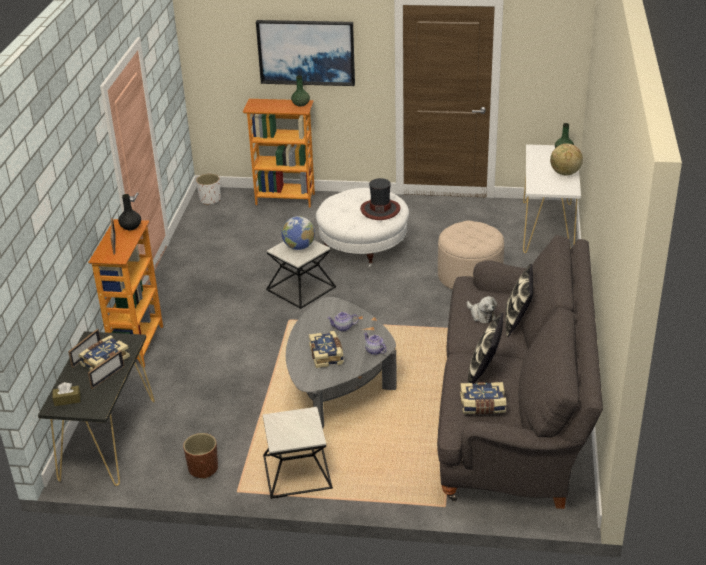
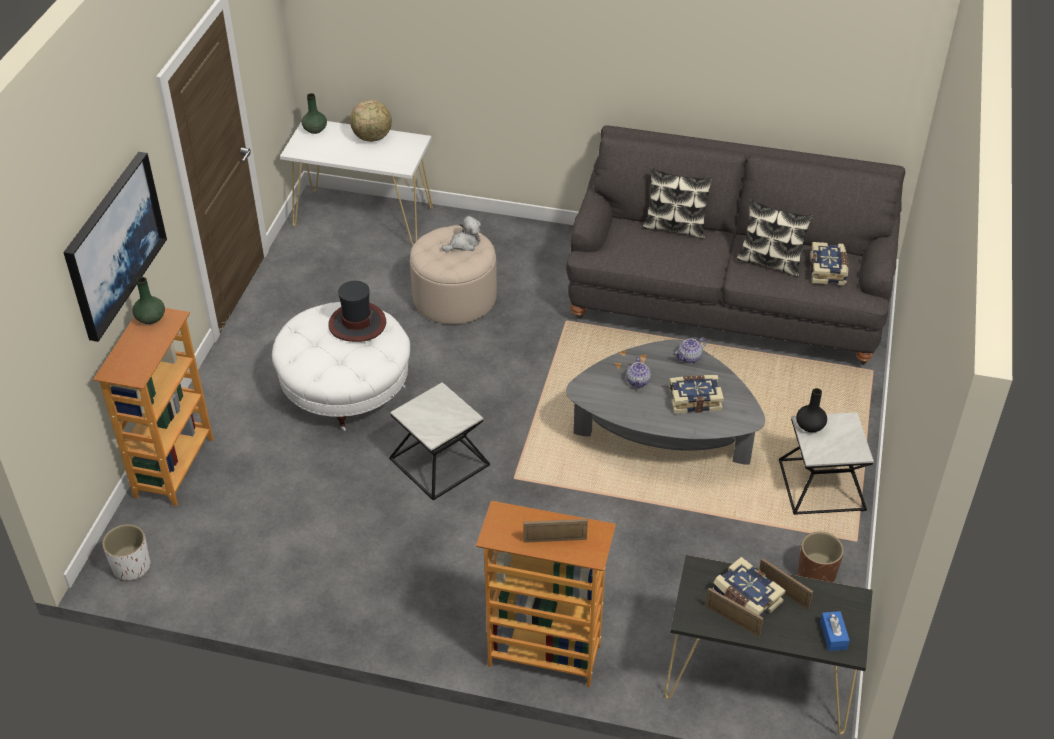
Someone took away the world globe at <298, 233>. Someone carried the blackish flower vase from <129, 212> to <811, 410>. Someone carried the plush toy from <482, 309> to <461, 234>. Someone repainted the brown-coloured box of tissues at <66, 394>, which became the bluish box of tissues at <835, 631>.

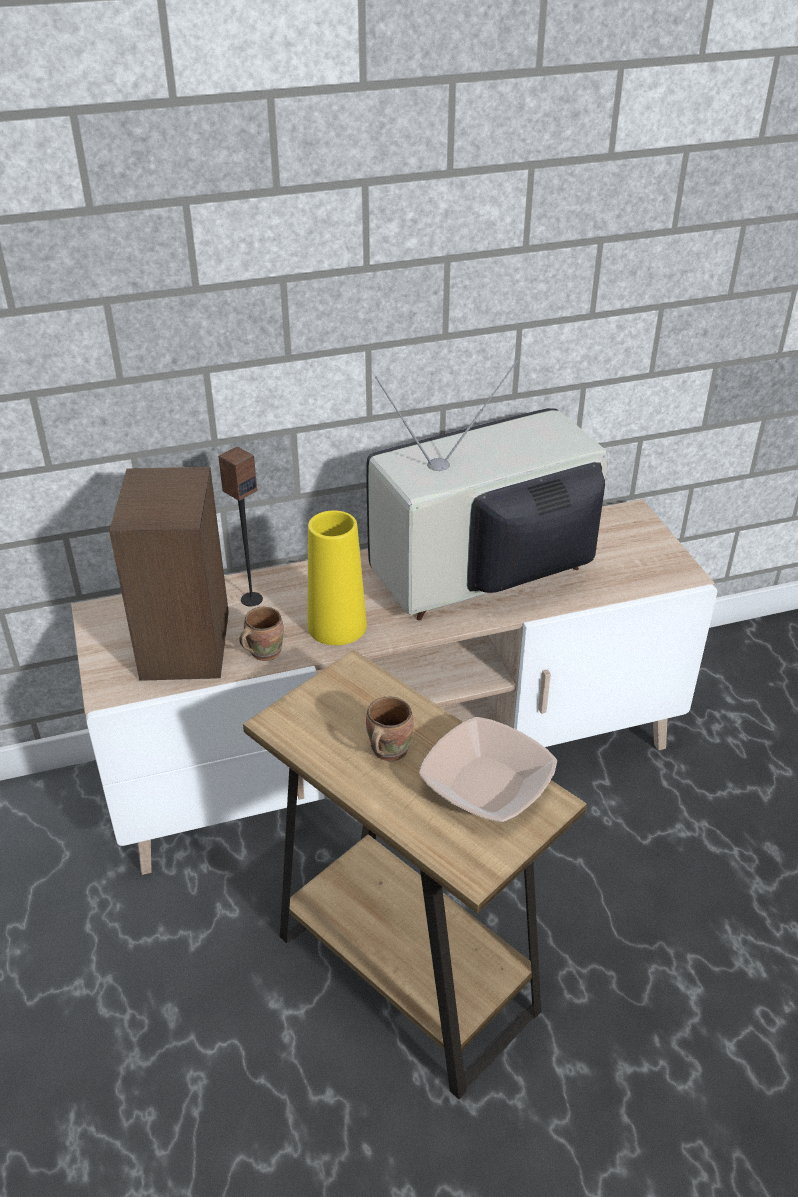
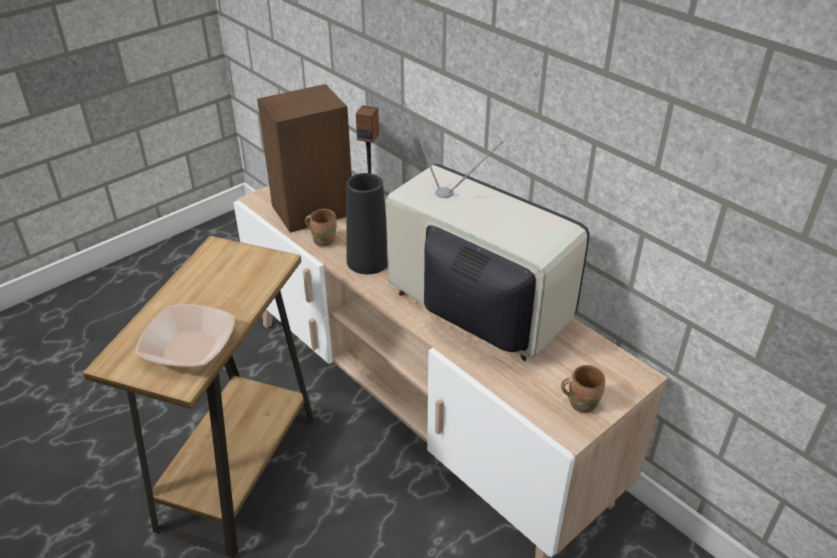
Someone carried the brown-coloured mug from <390, 729> to <583, 389>. Someone repainted the yellow-coloured flower vase at <337, 577>, which became the blackish flower vase at <367, 223>.

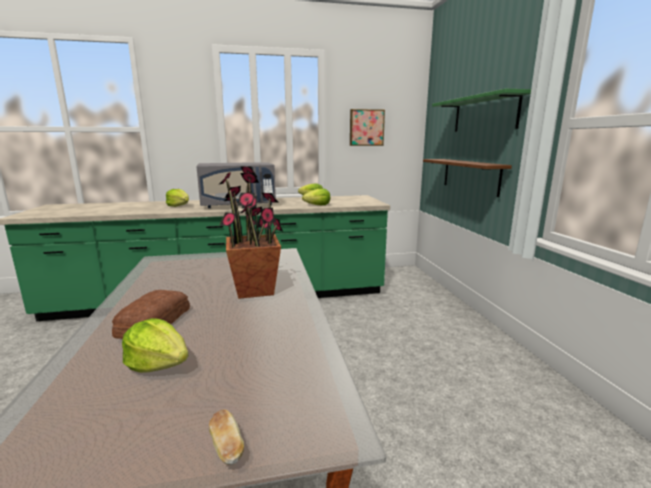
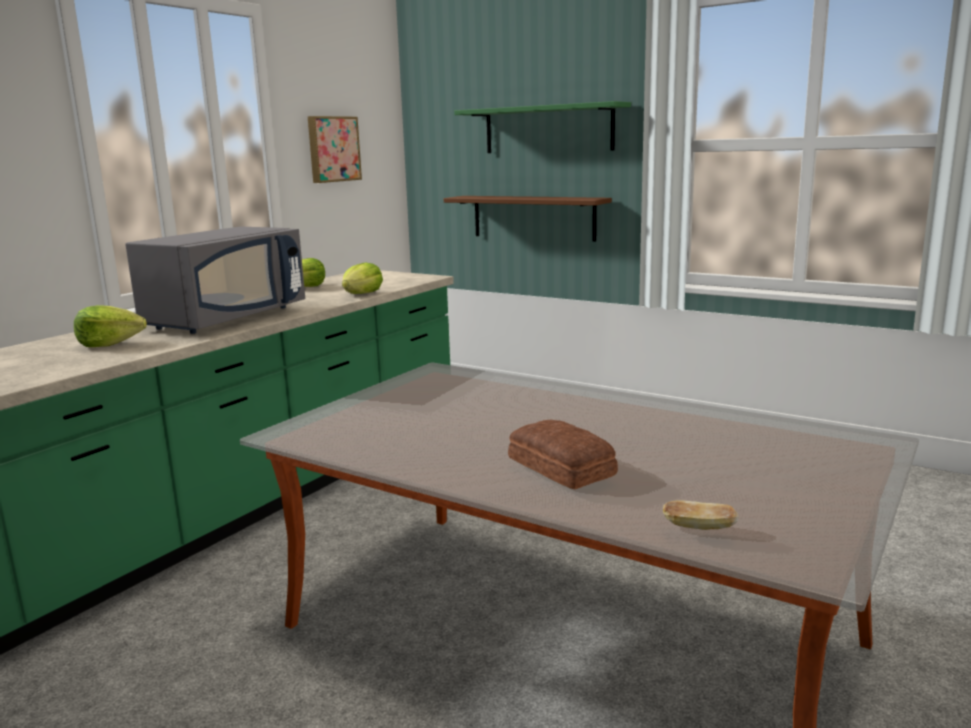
Someone took away the lettuce at <155, 345>. Someone took away the potted plant at <251, 232>. Someone carried the bread from <226, 437> to <701, 515>.

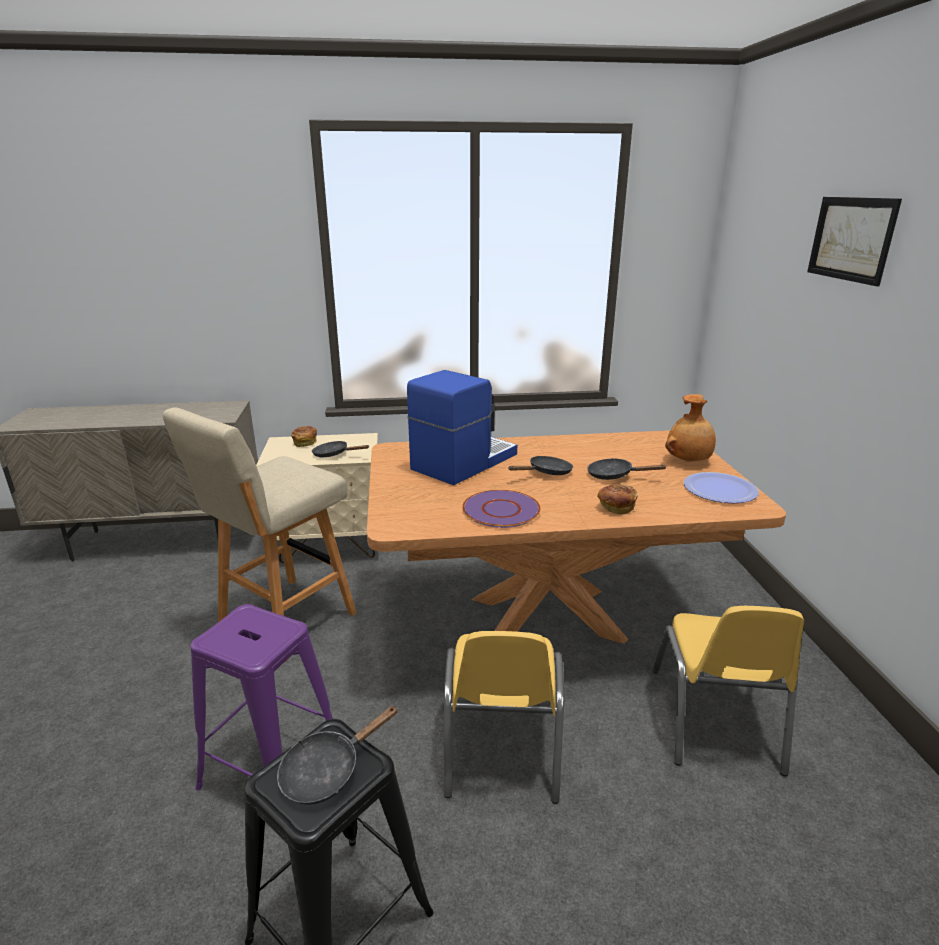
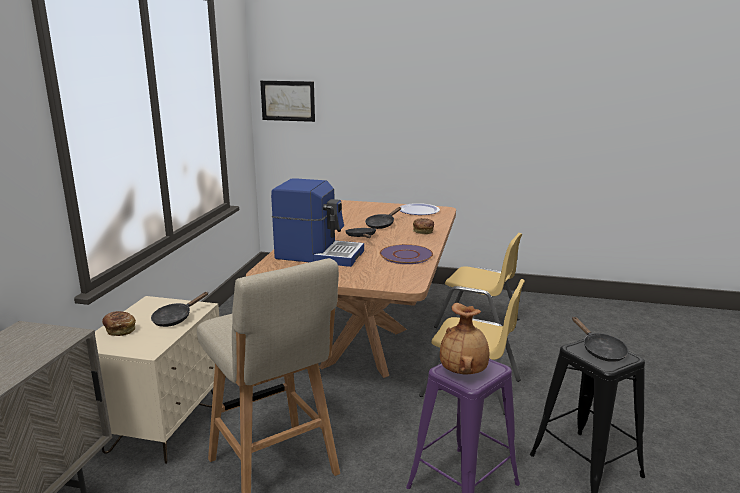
Someone carried the brown-coloured flower vase from <690, 428> to <464, 338>. Someone carried the wall picture from <854, 241> to <287, 101>. Someone rotated the coffee machine at <462, 427> by 135 degrees clockwise.

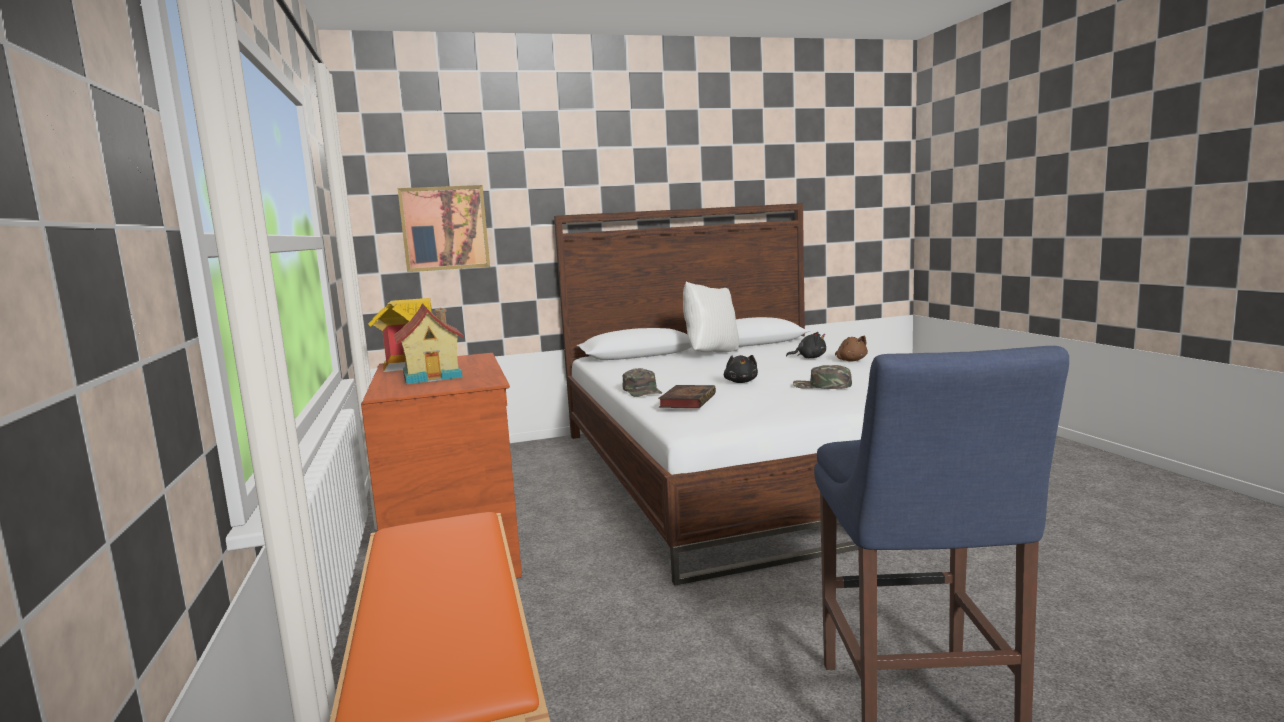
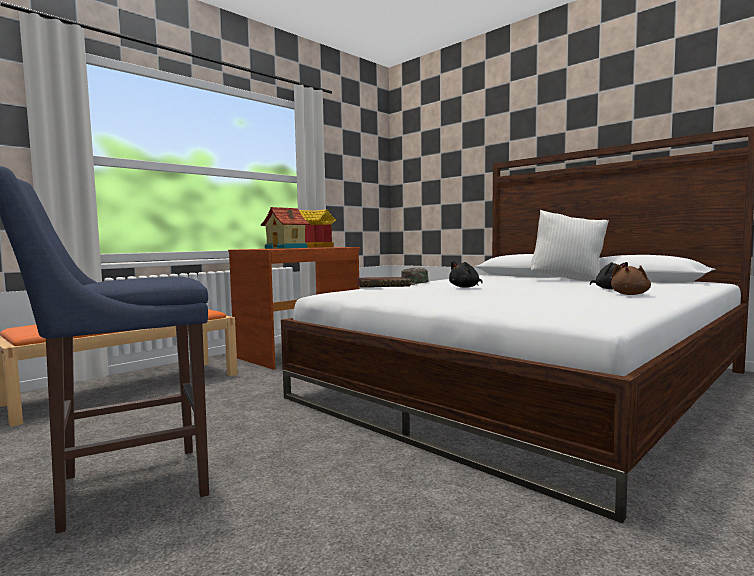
Someone took away the wall picture at <444, 228>. Someone took away the green peaked cap at <822, 377>.

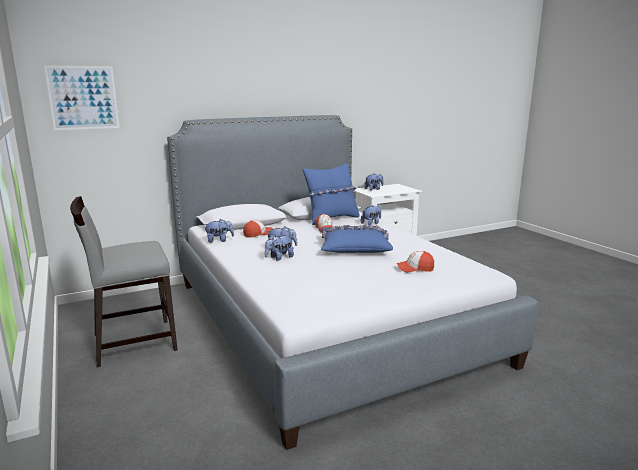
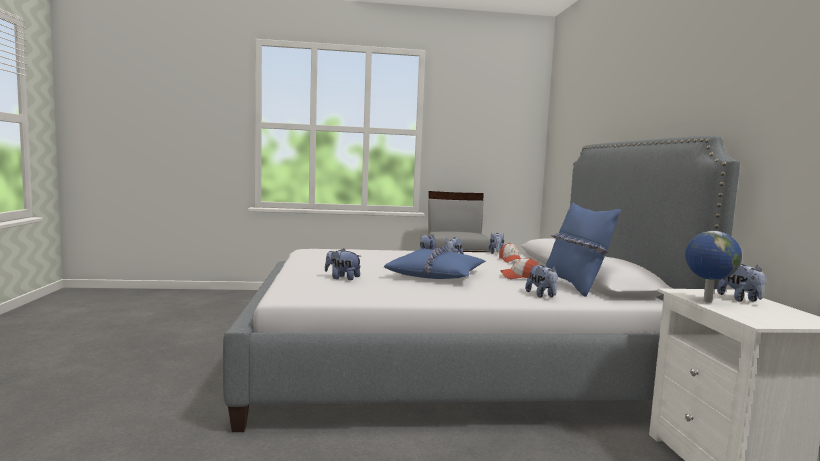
Someone took away the wall picture at <82, 97>. Someone put down the world globe at <713, 267>. Someone swapped the peaked cap at <415, 262> for the plush toy at <343, 264>.

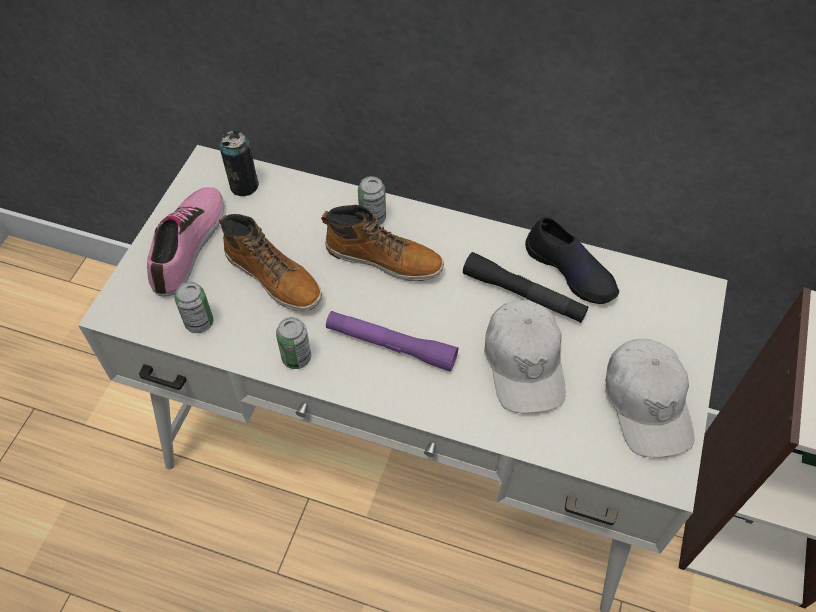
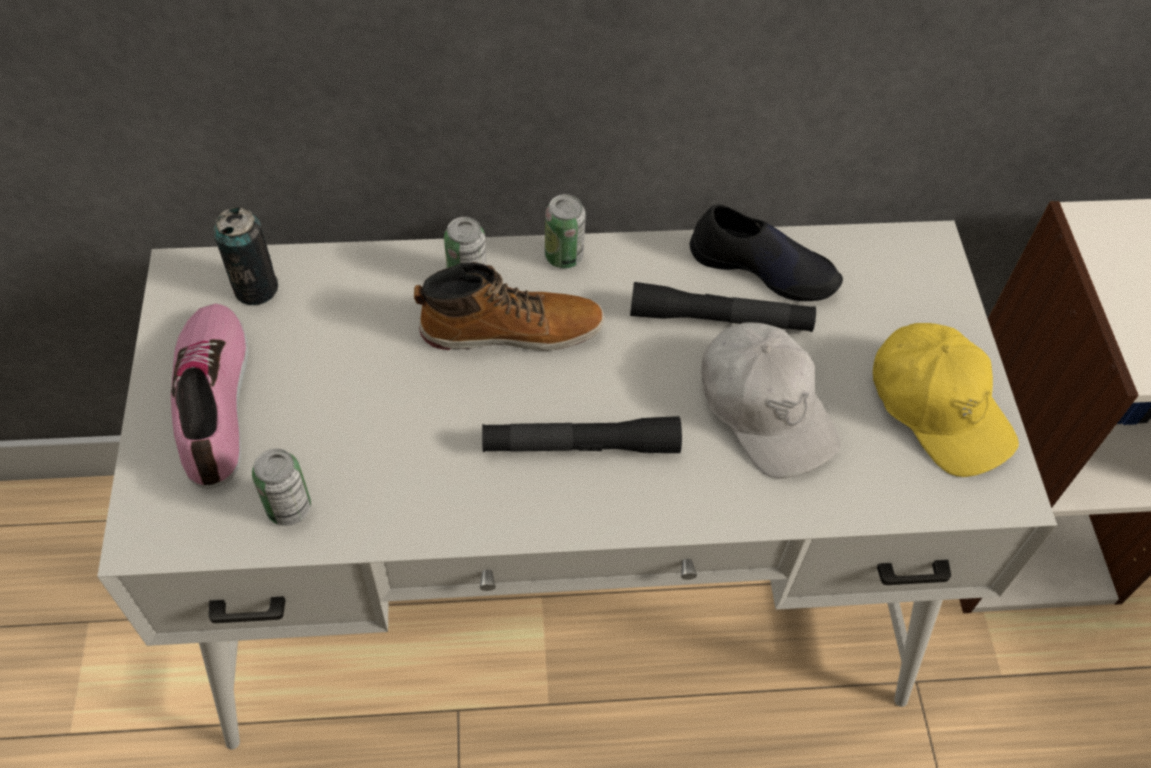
Someone took away the boot at <270, 262>. Someone carried the can from <293, 343> to <565, 231>. Someone repainted the purple-coloured flashlight at <392, 341>, which became the blackish flashlight at <582, 434>. Someone repainted the white peaked cap at <650, 398>, which became the yellow-coloured peaked cap at <946, 400>.

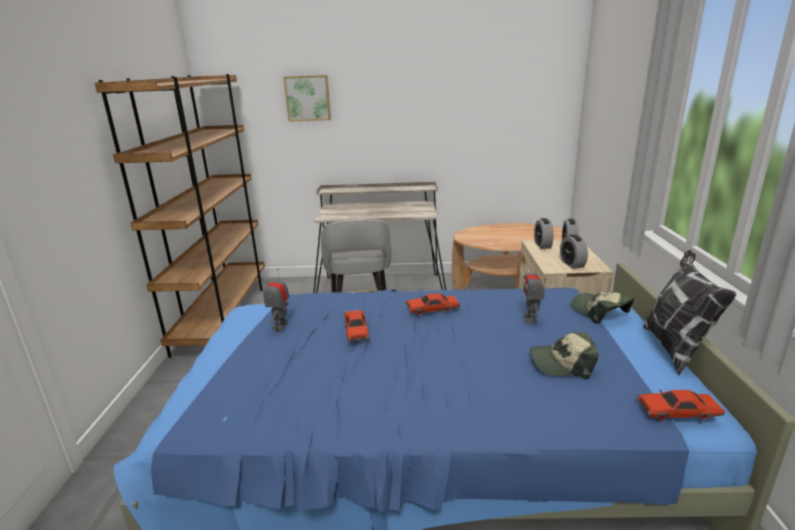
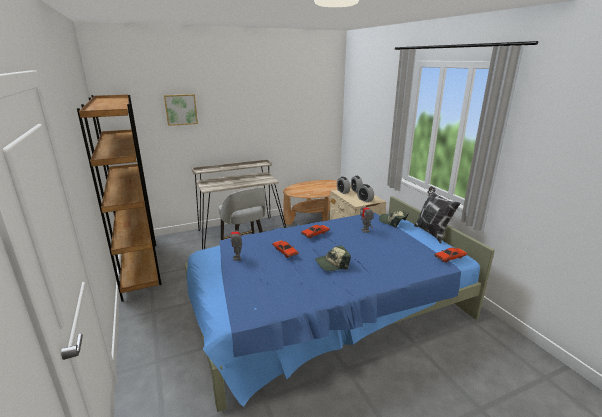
Someone carried the peaked cap from <564, 355> to <333, 258>.

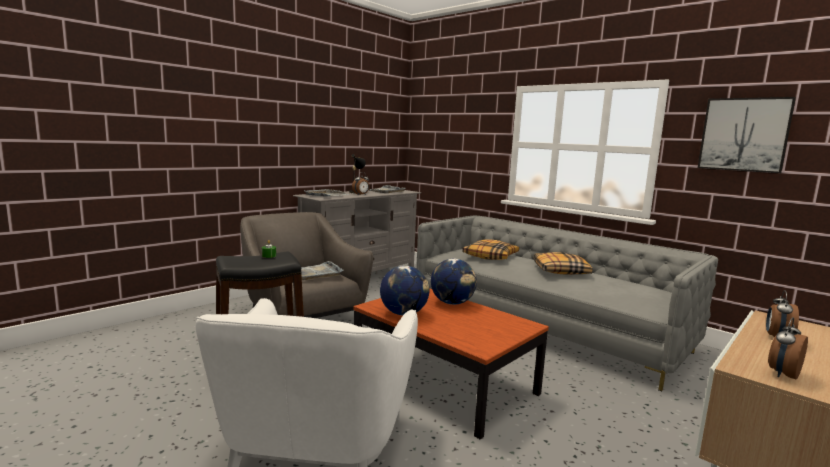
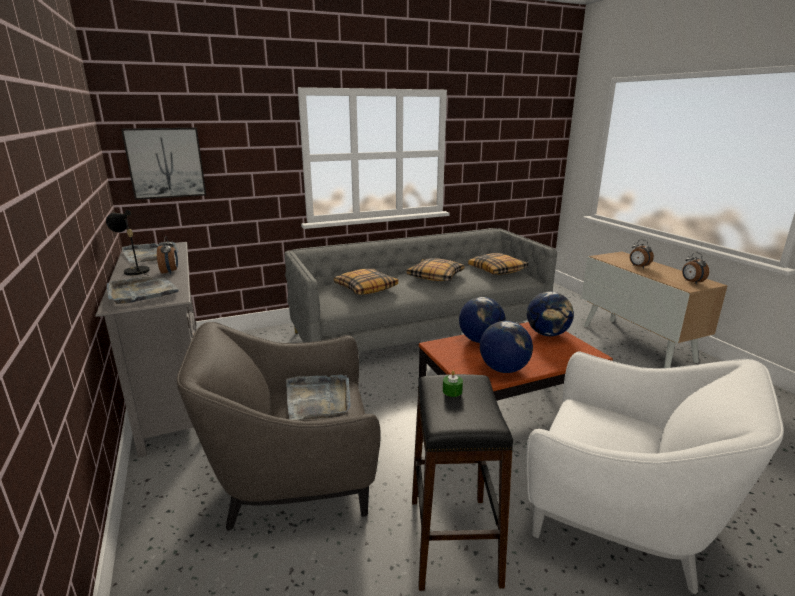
Someone put down the throw pillow at <498, 264>. Someone put down the world globe at <550, 313>. Someone carried the wall picture from <747, 135> to <163, 164>.

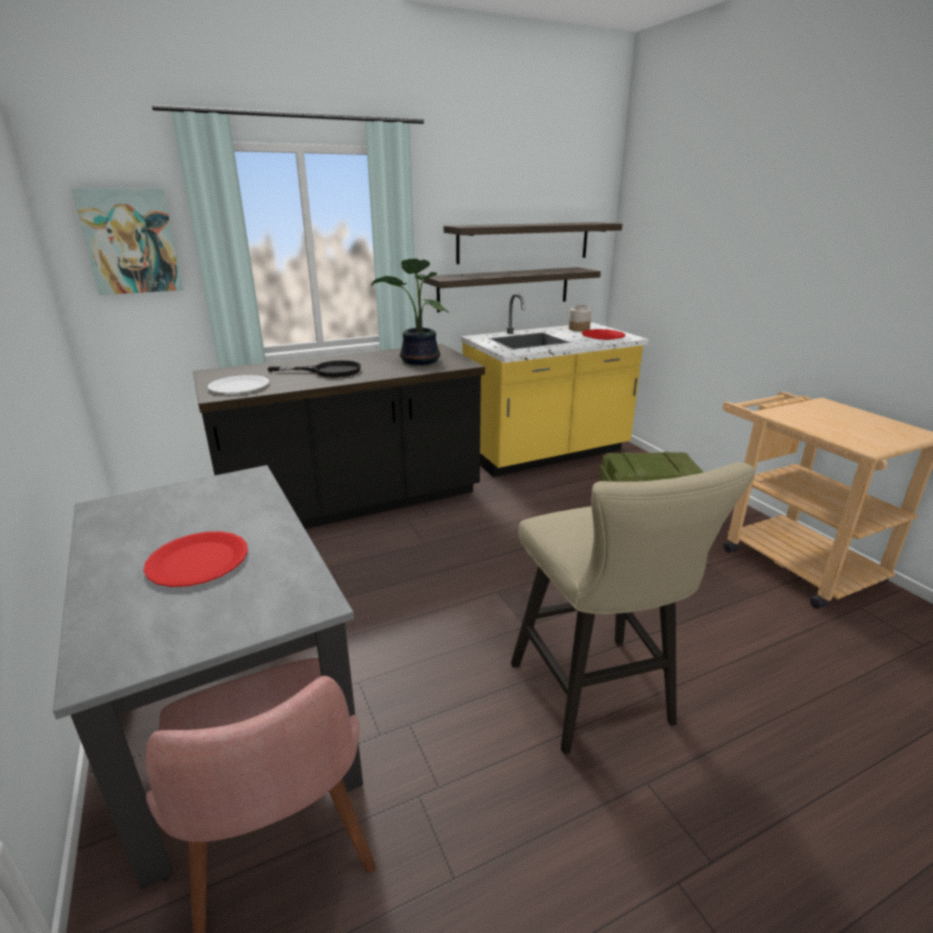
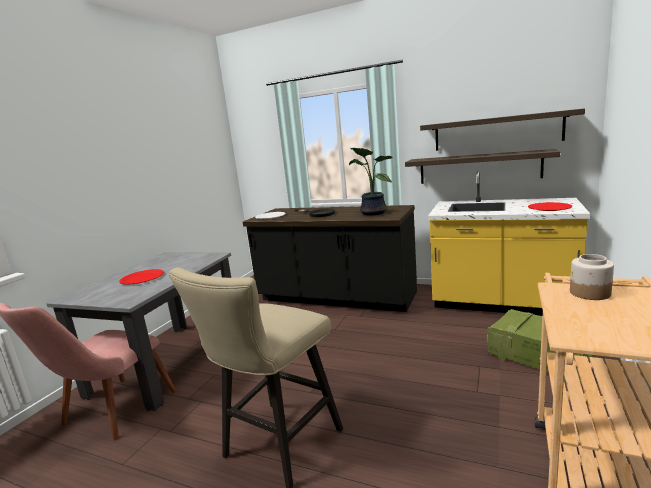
Someone took away the wall picture at <127, 241>. Someone carried the storage jar from <580, 318> to <592, 277>.

